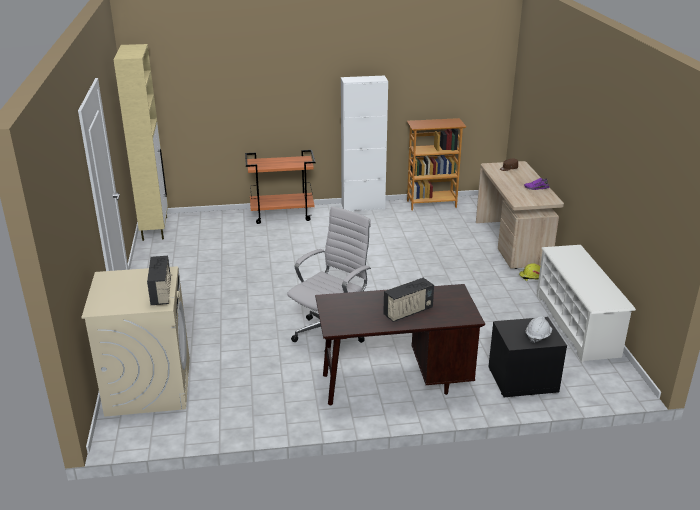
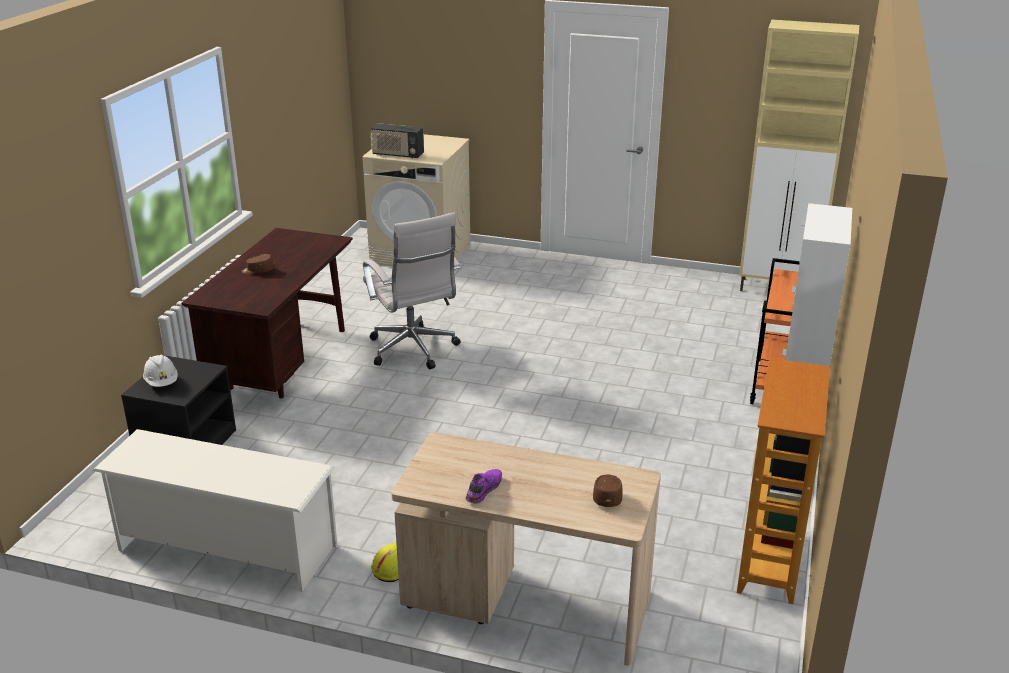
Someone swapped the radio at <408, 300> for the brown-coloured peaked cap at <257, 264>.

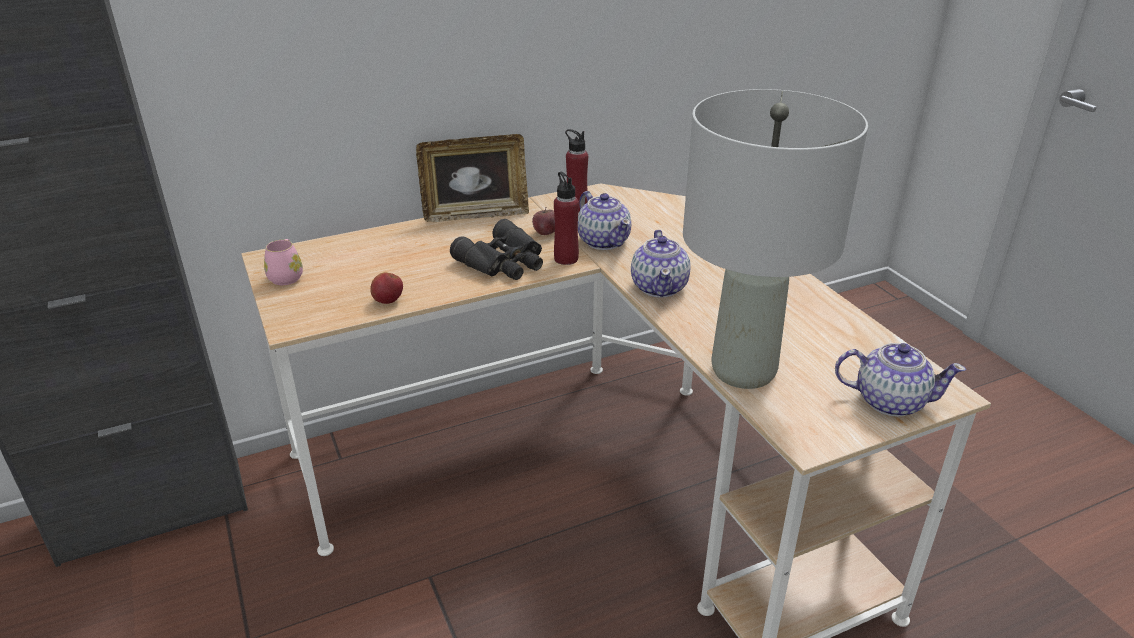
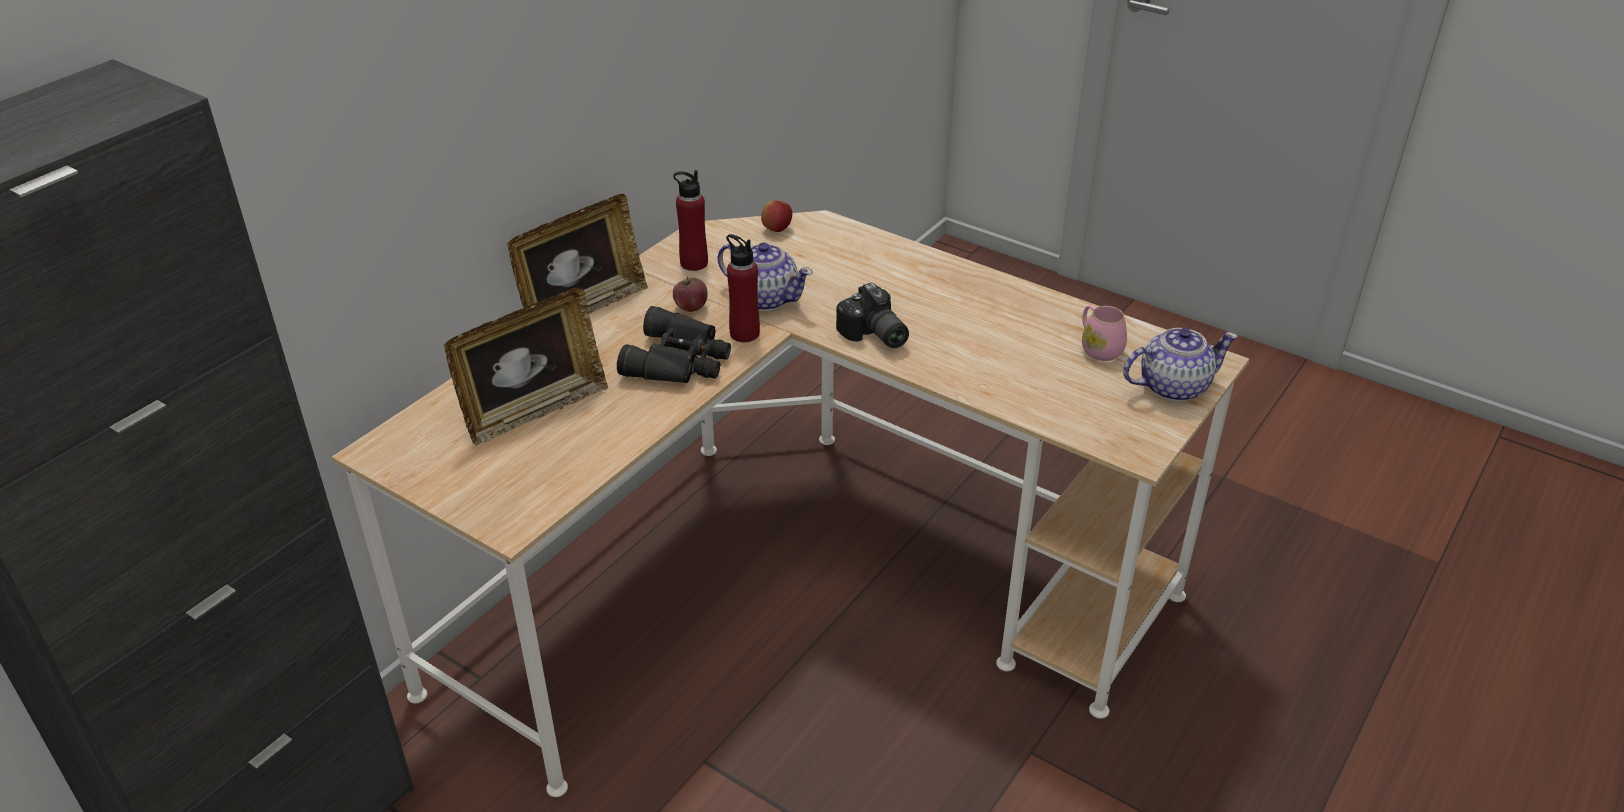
Someone took away the greyish table lamp at <775, 239>. Someone put down the standing frame at <526, 366>. Someone carried the pinkish mug from <283, 262> to <1104, 333>. Someone carried the whole apple from <386, 288> to <776, 216>. Someone swapped the pot for tea at <661, 264> for the still camera at <872, 315>.

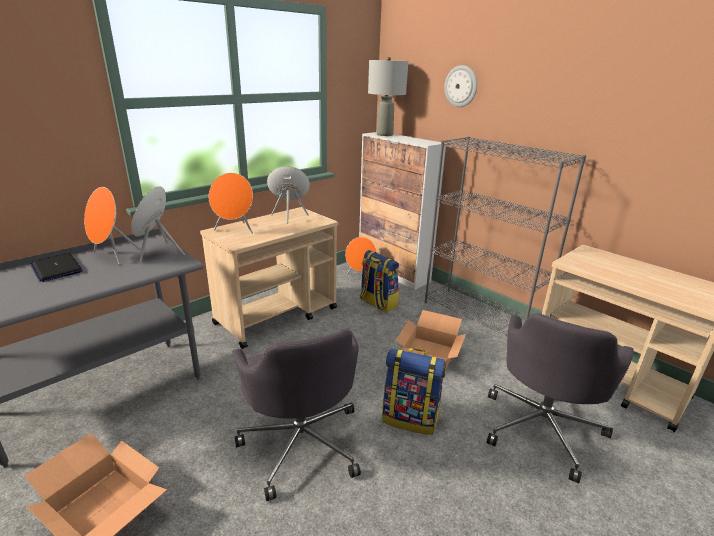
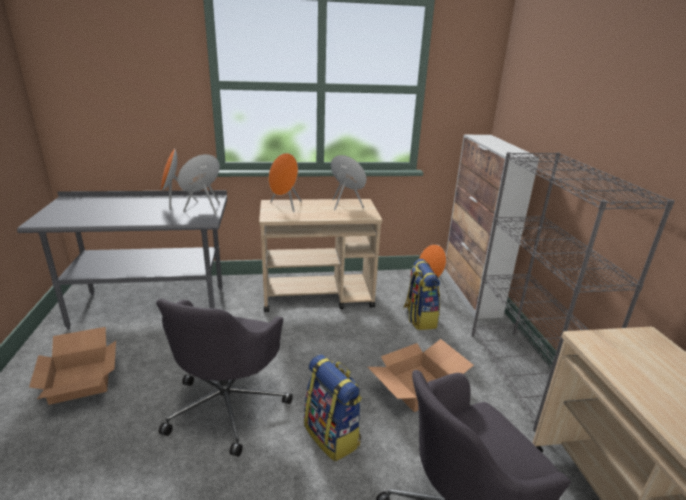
Someone took away the laptop at <56, 267>. Someone took away the greyish table lamp at <388, 96>. Someone took away the clock on the wall at <460, 86>.

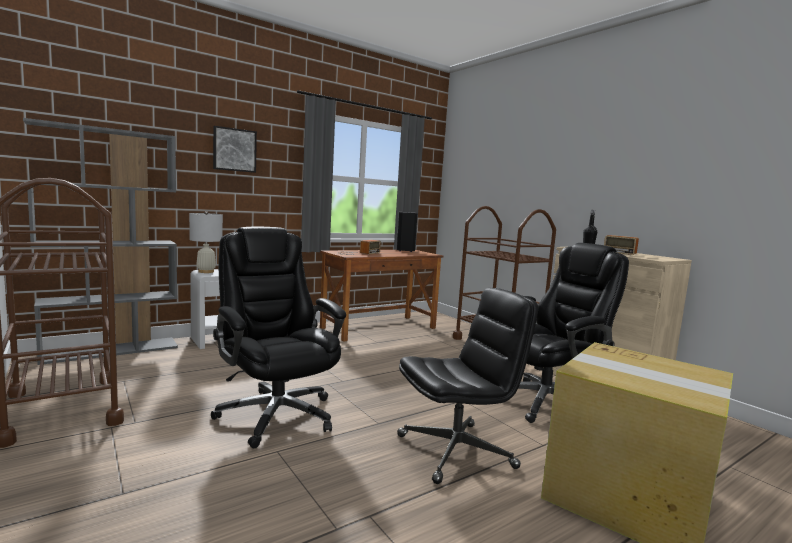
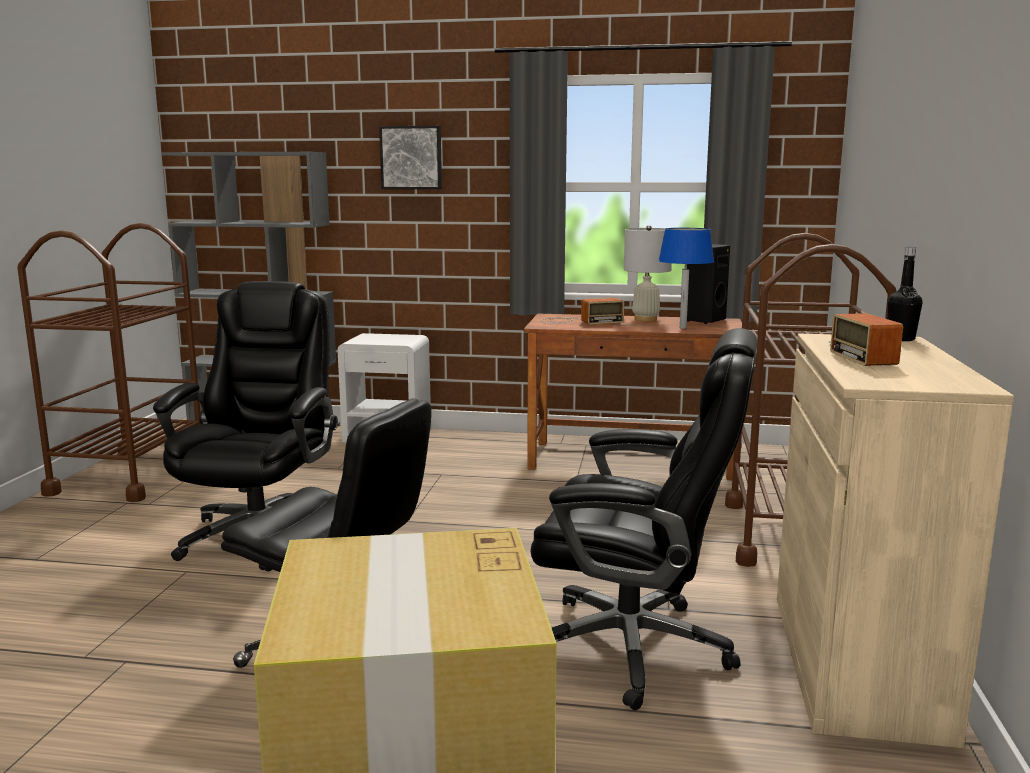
Someone put down the bluish table lamp at <686, 278>. Someone carried the white table lamp from <206, 242> to <648, 273>.

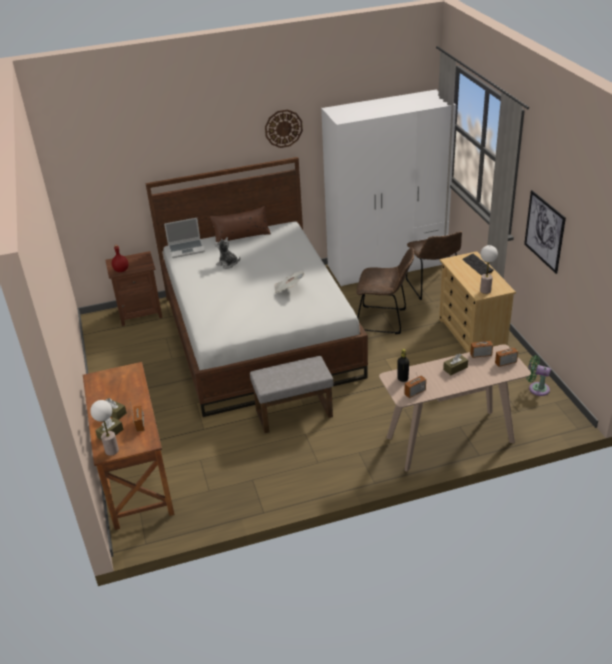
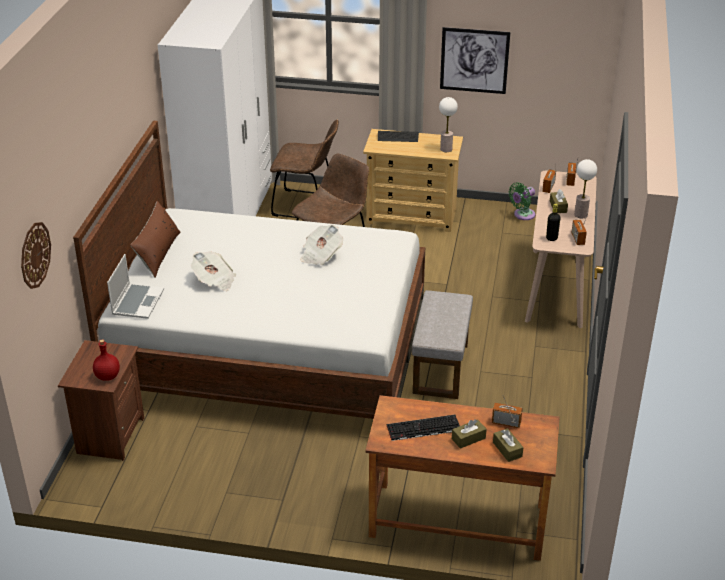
Someone put down the keyboard at <423, 428>. Someone carried the table lamp from <104, 428> to <586, 188>. Someone carried the clock on the wall from <284, 128> to <36, 255>. Someone swapped the plush toy at <227, 252> for the printed paper at <213, 271>.

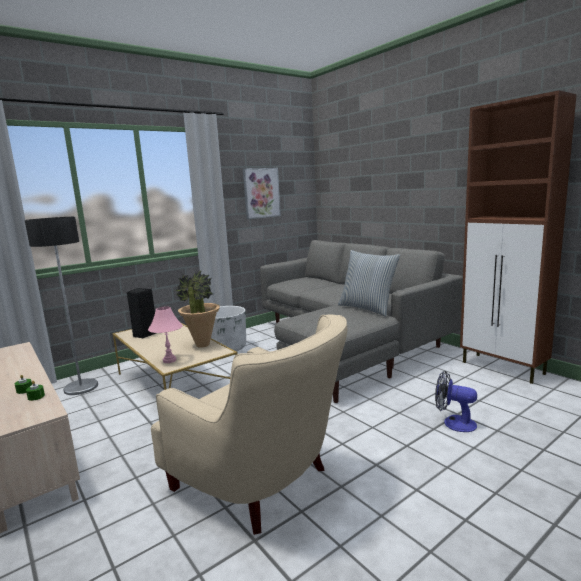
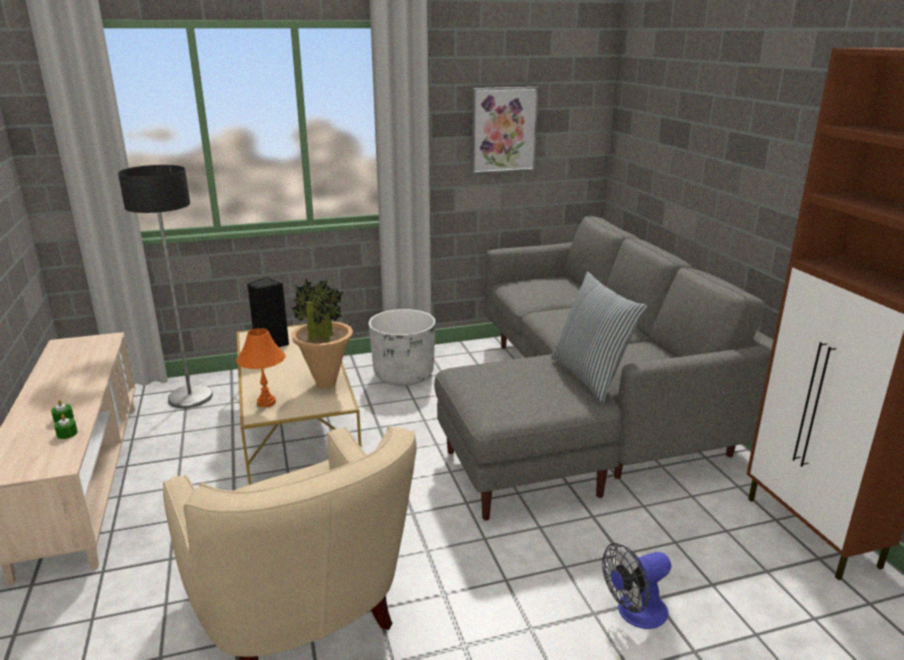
Someone repainted the pinkish table lamp at <165, 334>, which became the orangey table lamp at <261, 367>. Someone rotated the fan at <456, 401> by 75 degrees counterclockwise.

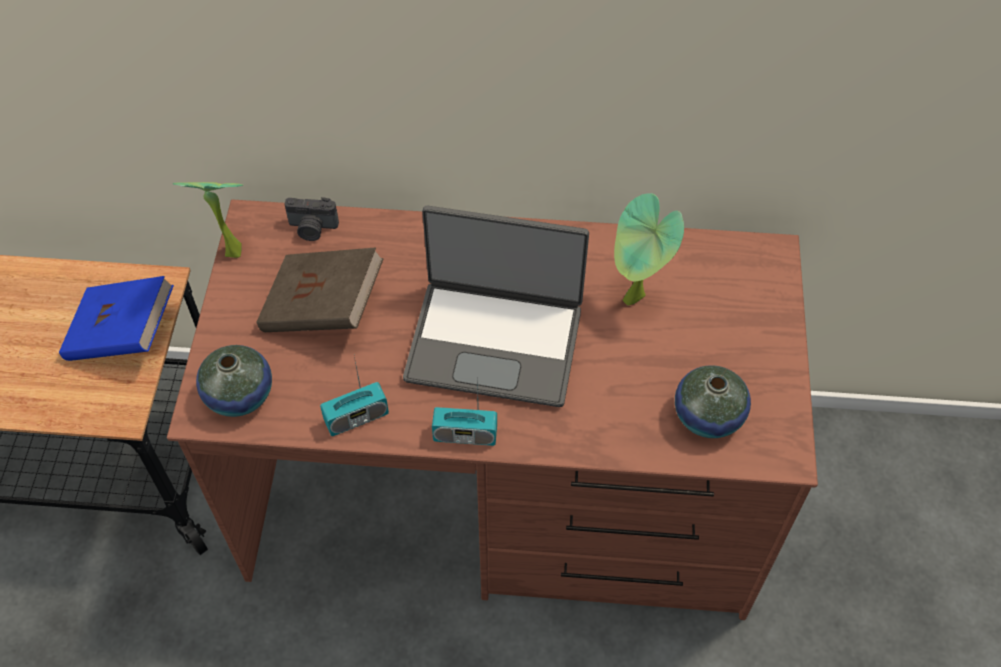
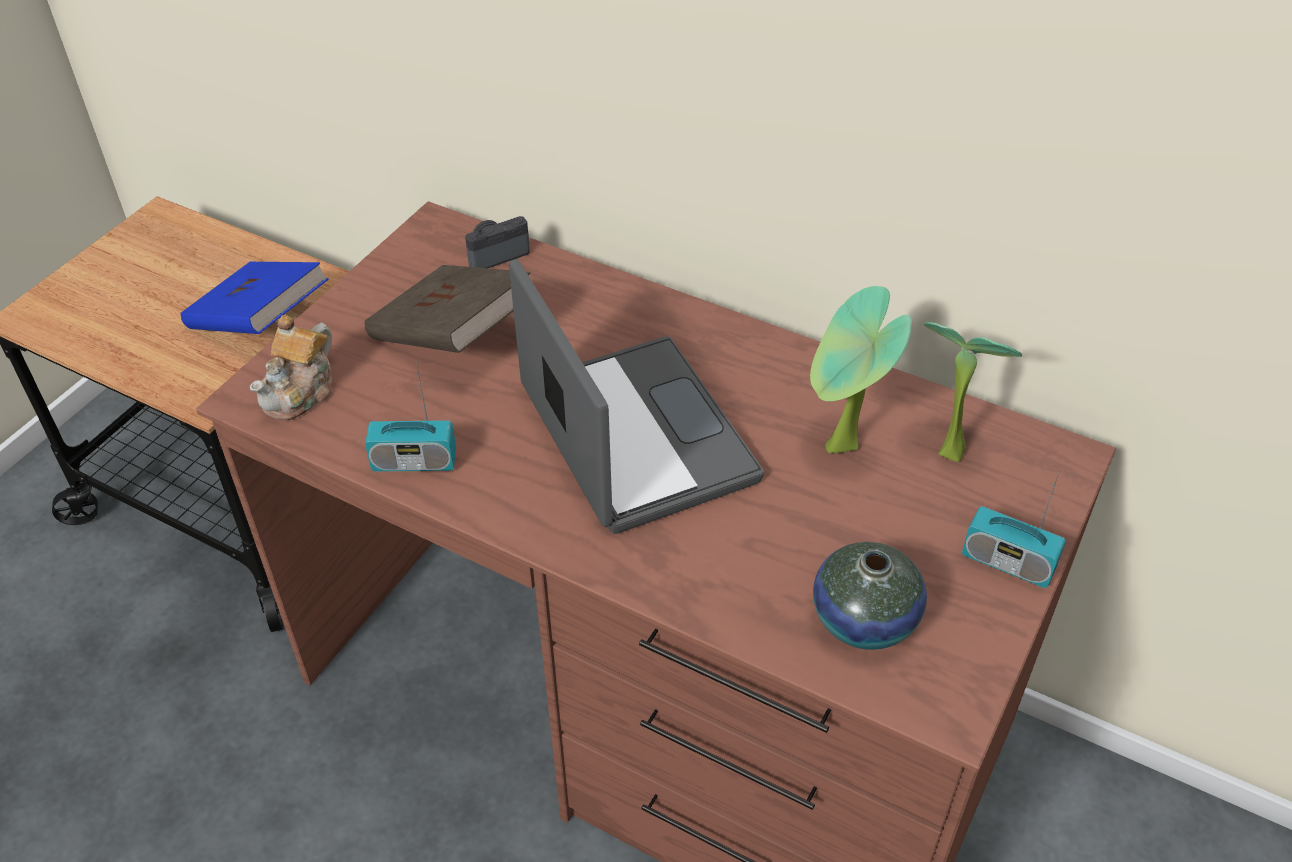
Someone carried the potted plant from <208, 220> to <973, 392>. Someone carried the radio from <464, 415> to <1014, 528>. Someone swapped the flower vase at <234, 381> for the pot for tea at <291, 367>. Someone rotated the still camera at <311, 219> by 120 degrees clockwise. Someone rotated the laptop at <496, 306> by 150 degrees counterclockwise.

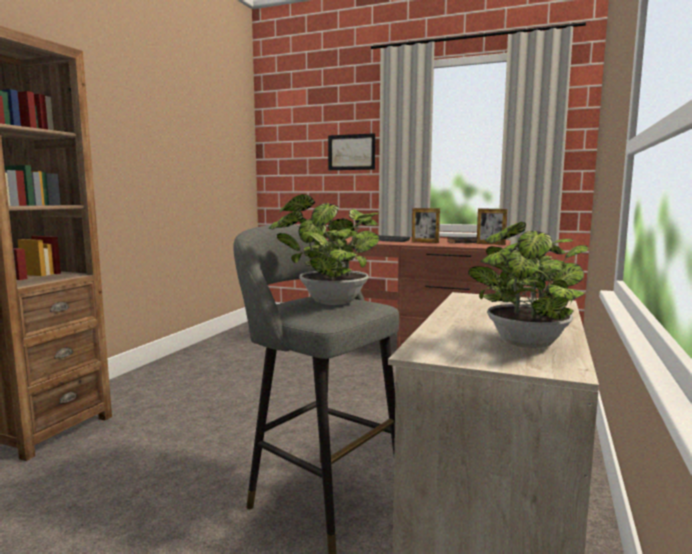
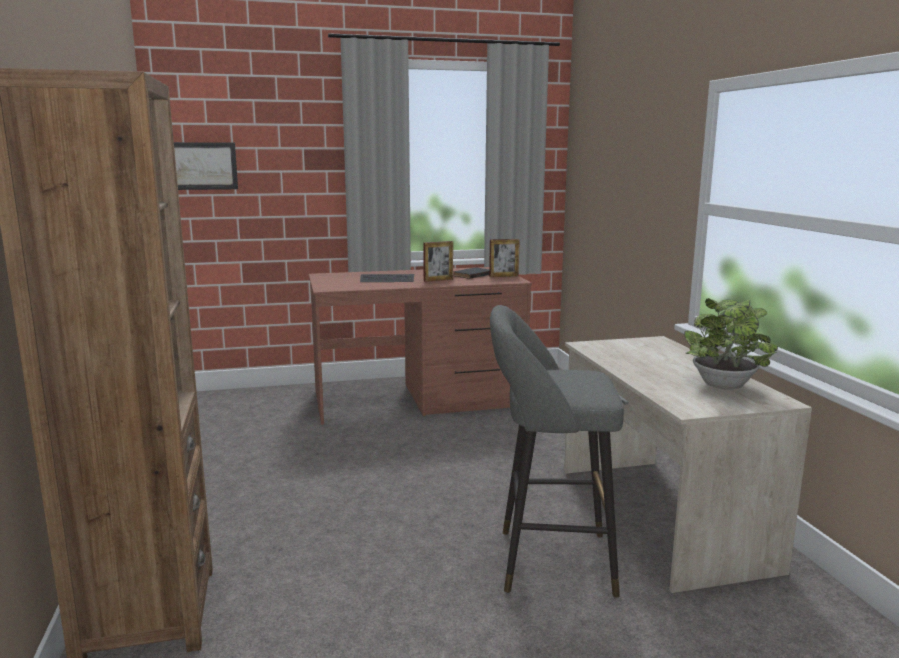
Someone took away the potted plant at <323, 249>. Someone carried the wall picture from <351, 151> to <206, 166>.

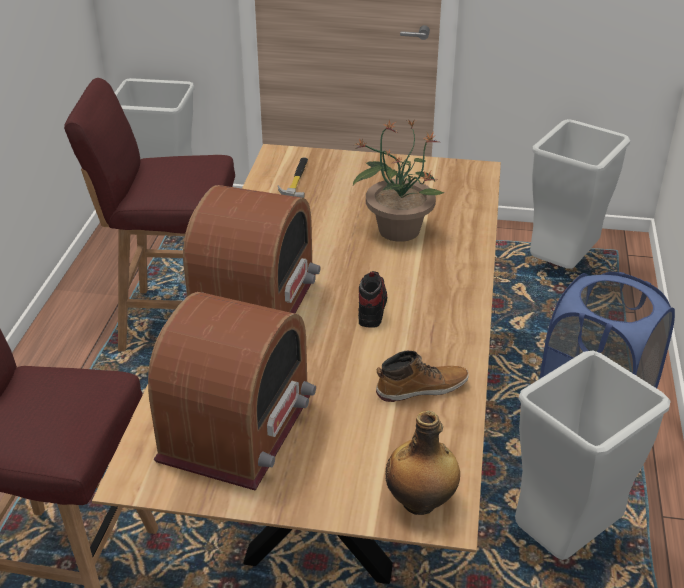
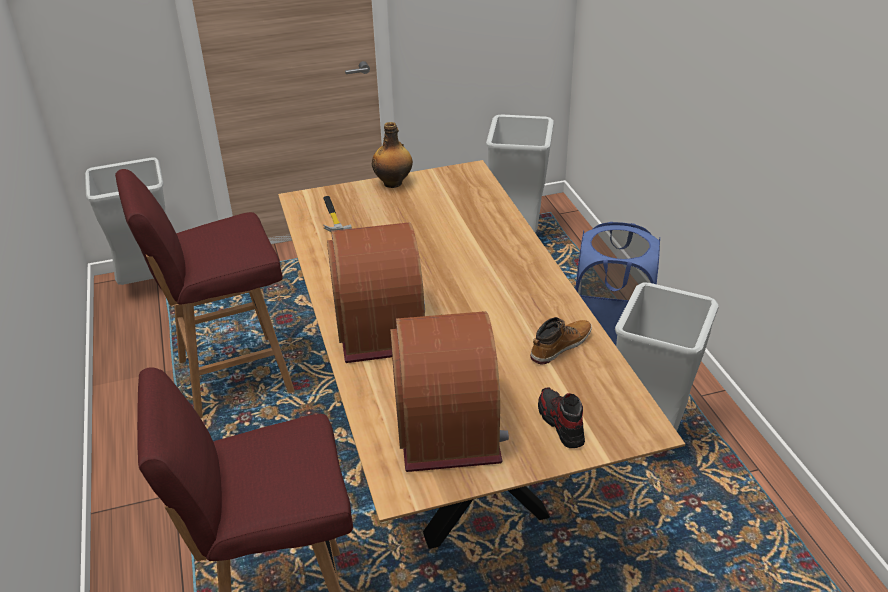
Someone took away the potted plant at <398, 180>. Someone carried the item of footwear from <372, 299> to <561, 417>. Someone carried the beverage bottle from <423, 463> to <392, 155>.

